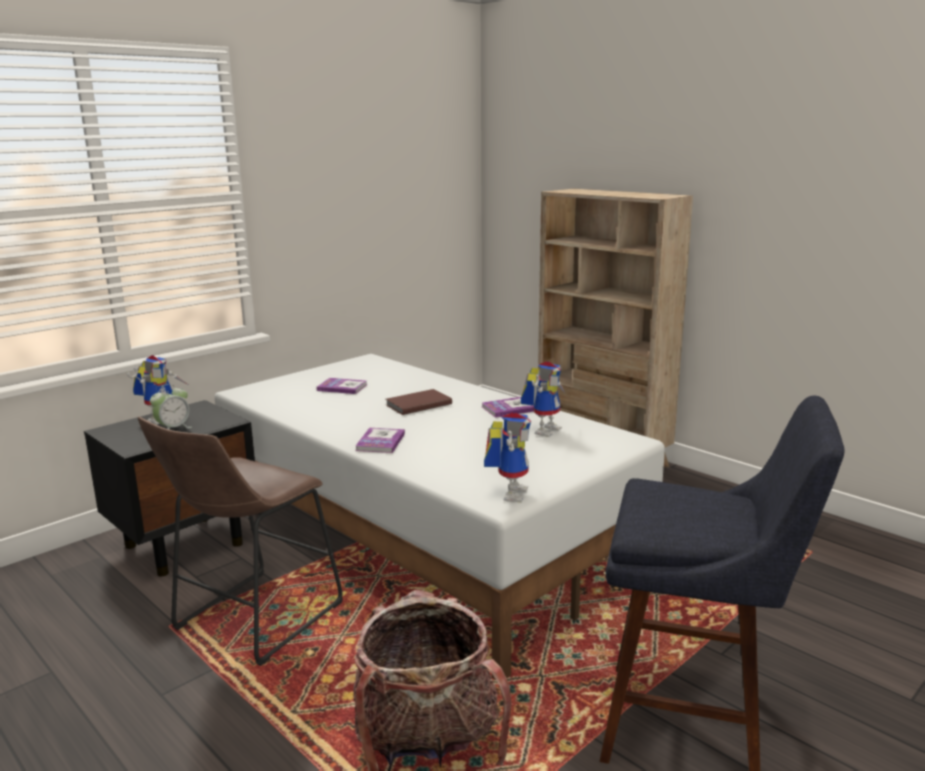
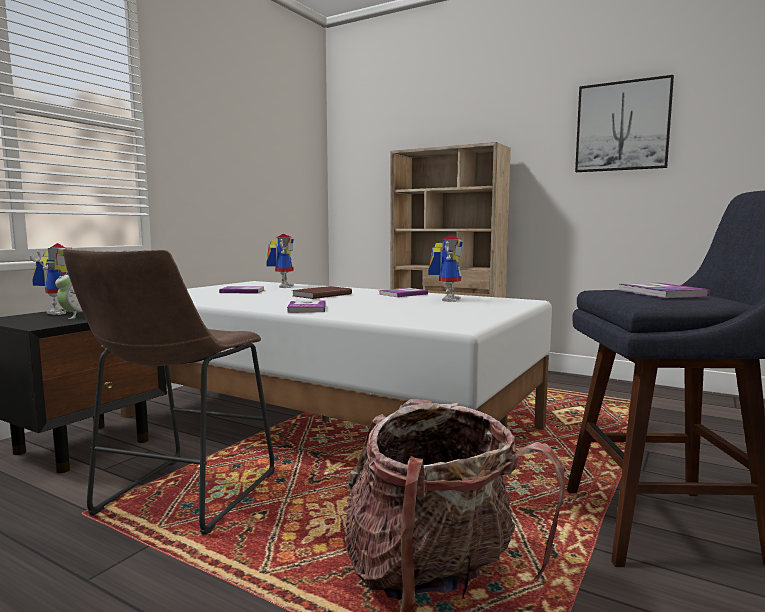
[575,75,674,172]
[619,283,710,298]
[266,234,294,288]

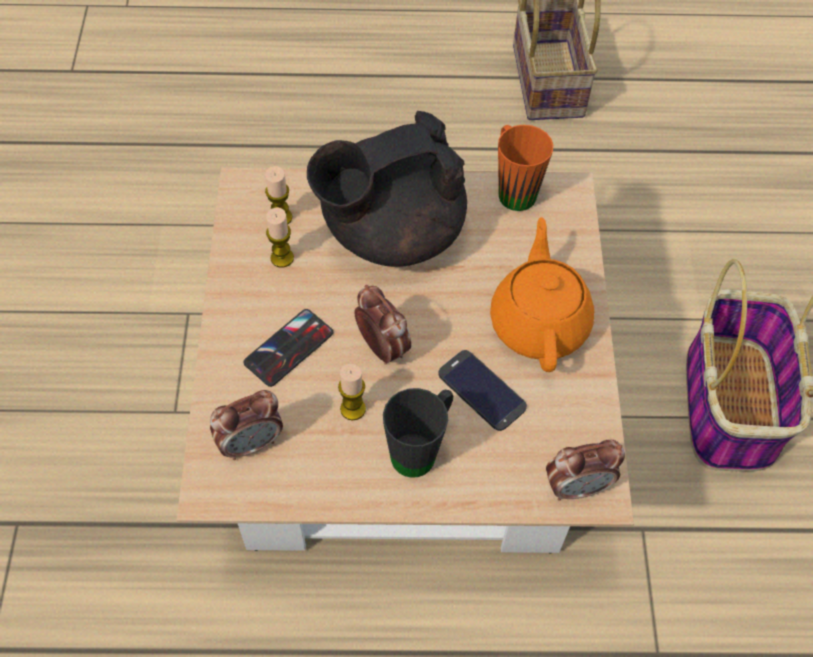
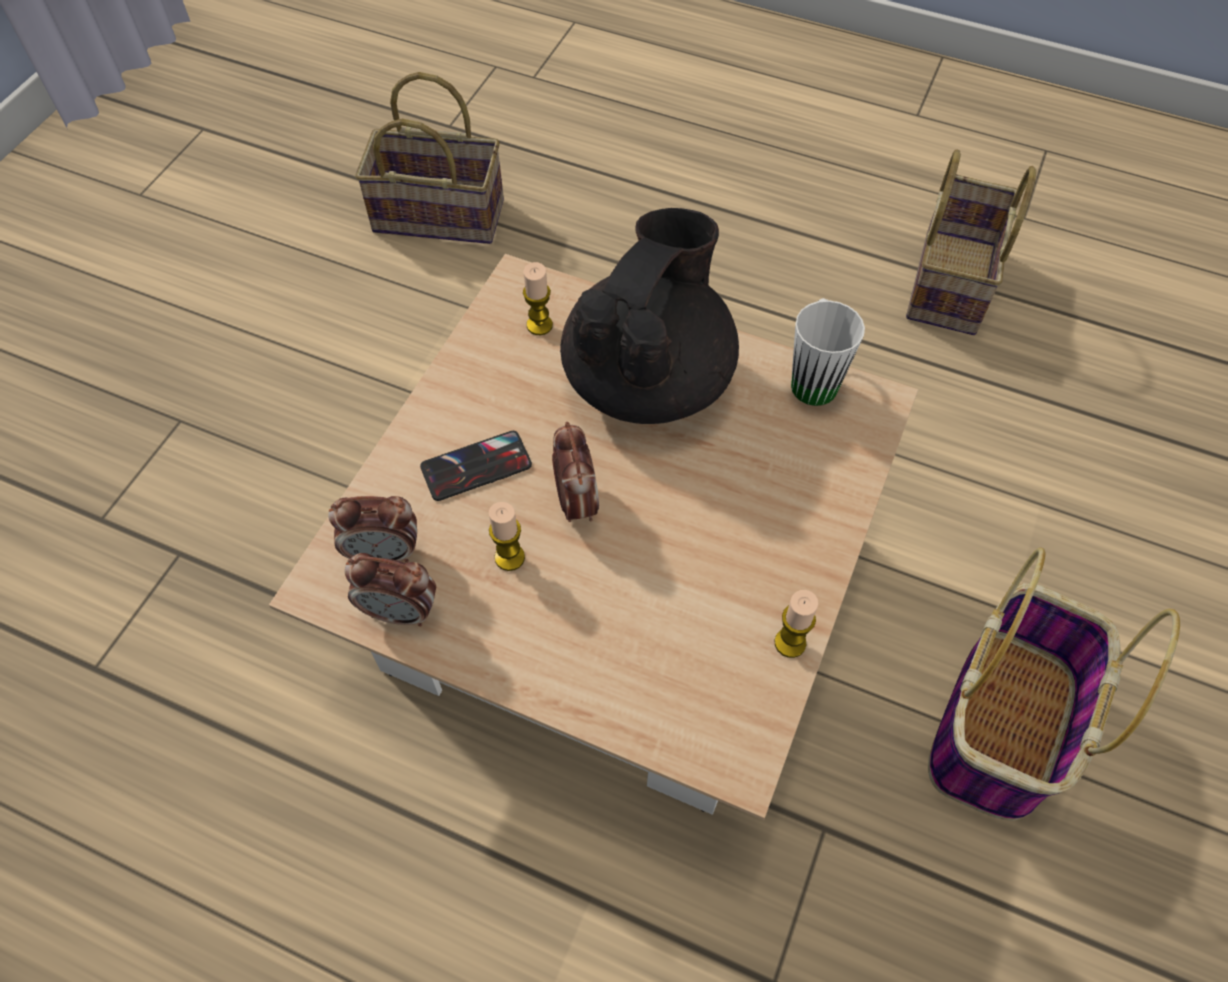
[383,388,453,478] (first image)
[438,350,527,431] (first image)
[490,217,594,372] (first image)
[355,72,504,244]
[774,590,819,658]
[345,553,436,627]
[791,298,865,406]
[560,208,739,424]

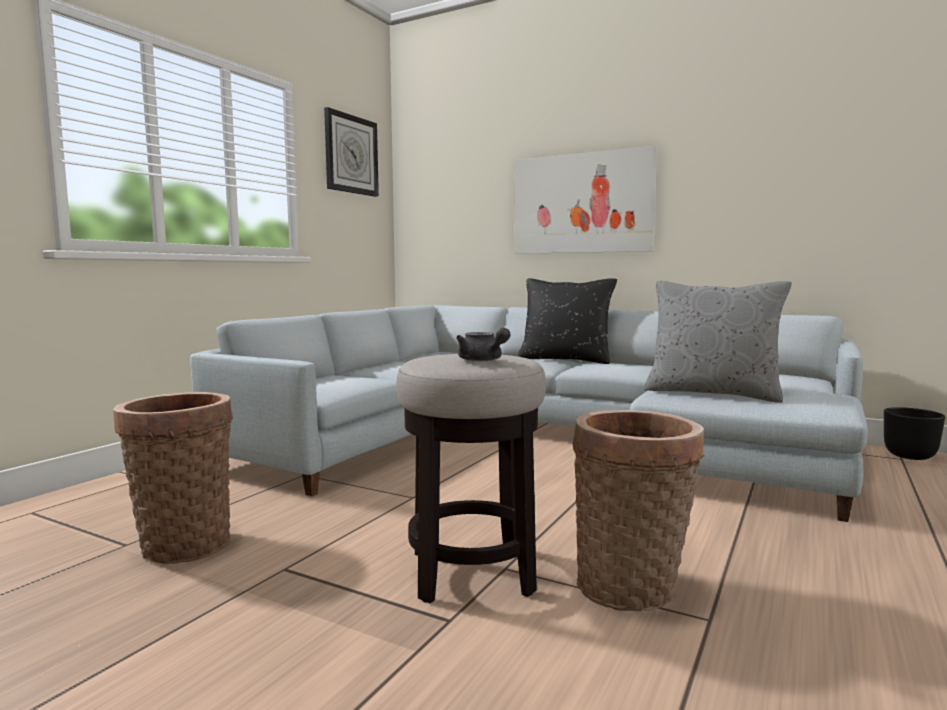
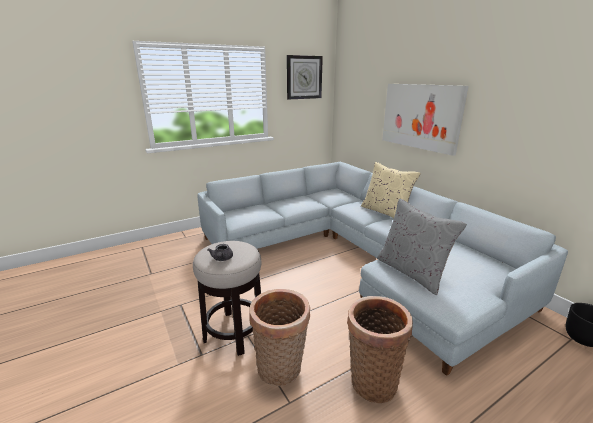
[347,296,413,403]
[361,162,421,218]

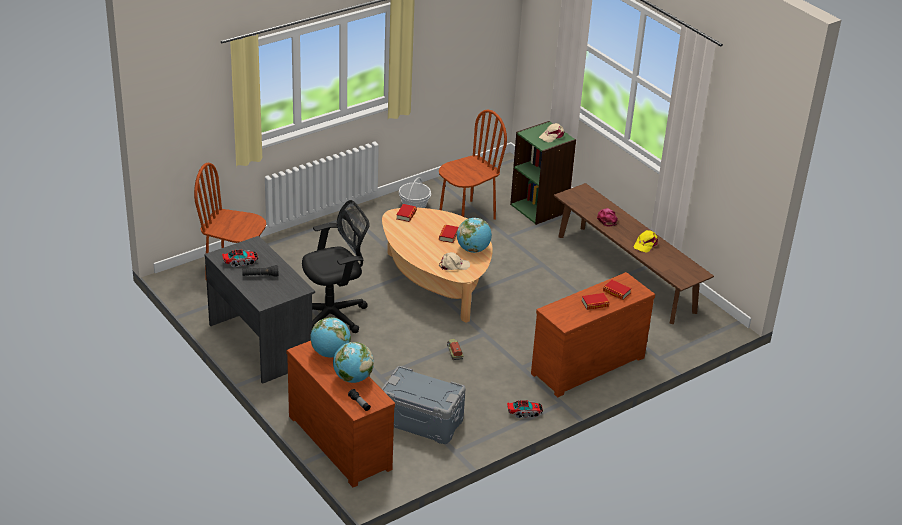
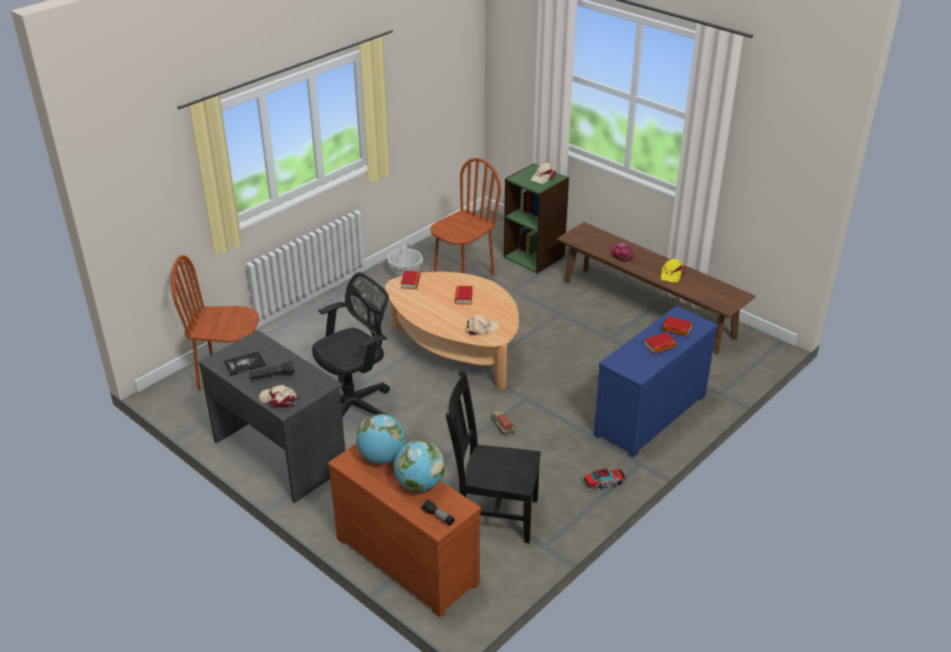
[457,218,492,253] (first image)
[259,385,299,408]
[223,351,266,376]
[445,370,541,543]
[594,306,718,458]

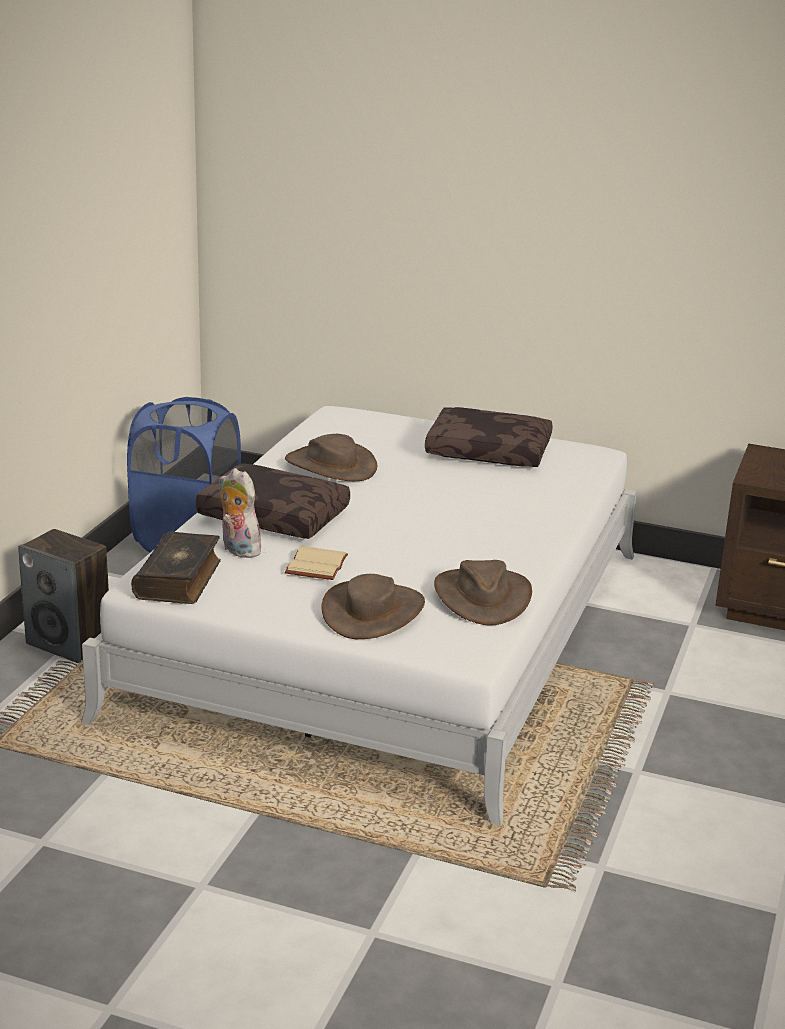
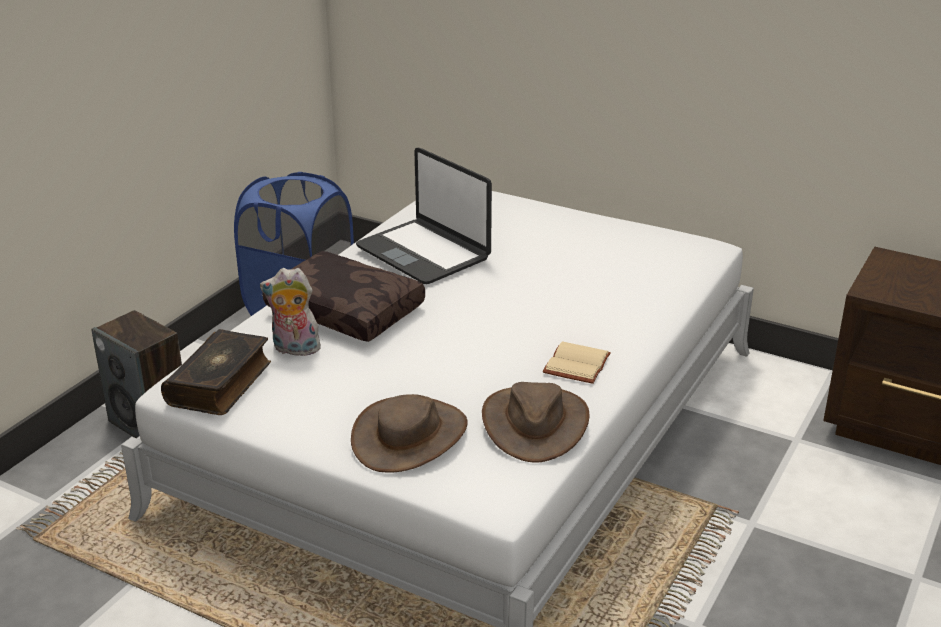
[425,407,553,467] (first image)
[543,341,611,384]
[356,148,492,284]
[260,268,321,356]

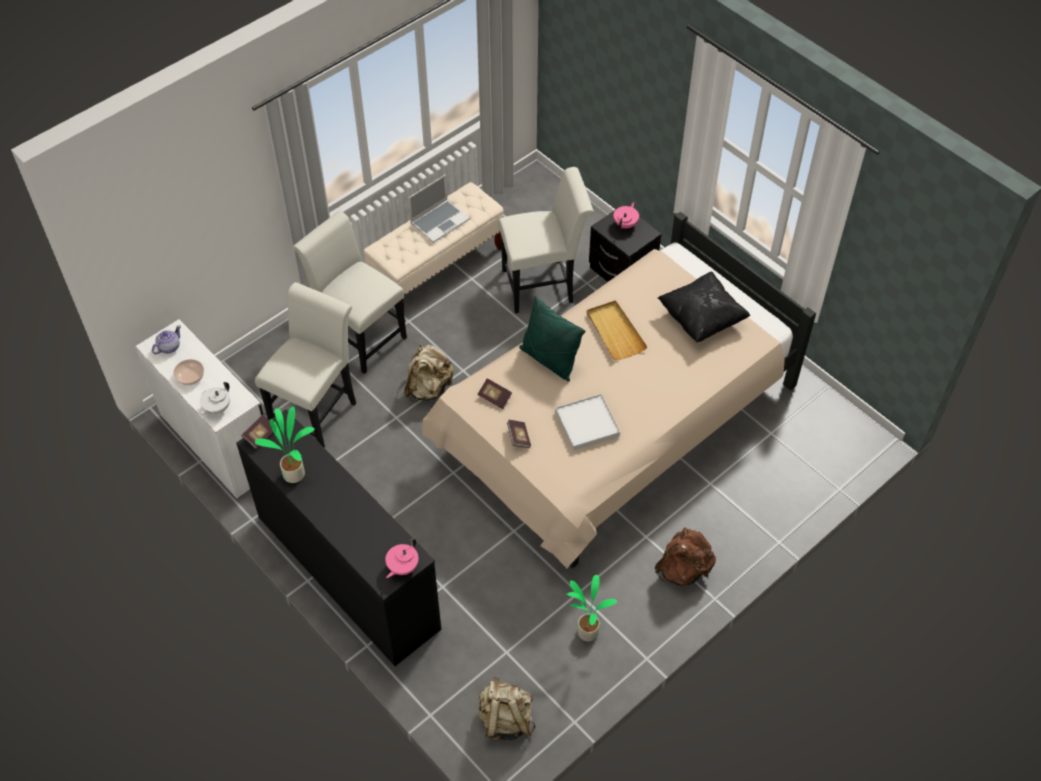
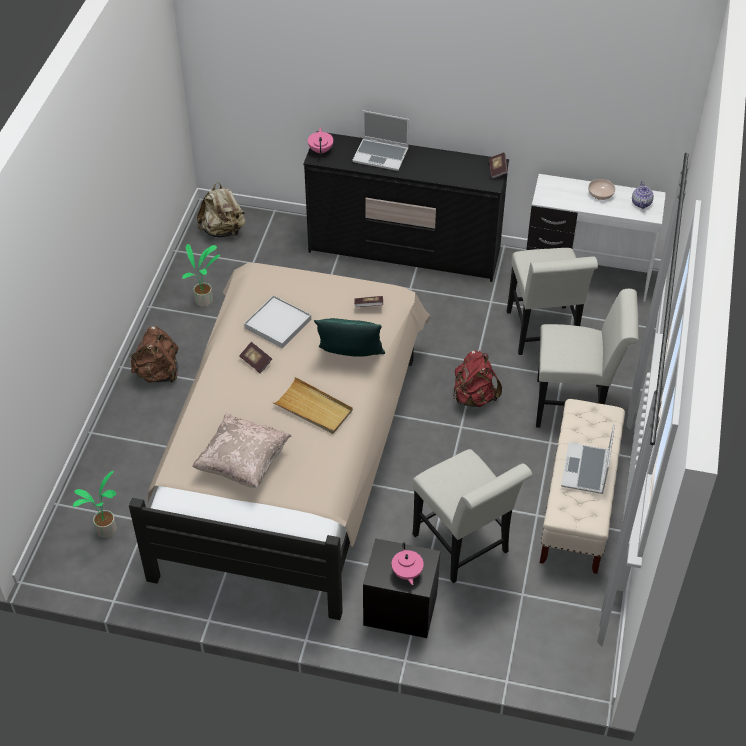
[198,382,230,415] (first image)
[352,110,409,171]
[73,471,117,538]
[239,342,272,374]
[453,350,502,407]
[192,413,291,488]
[413,449,533,583]

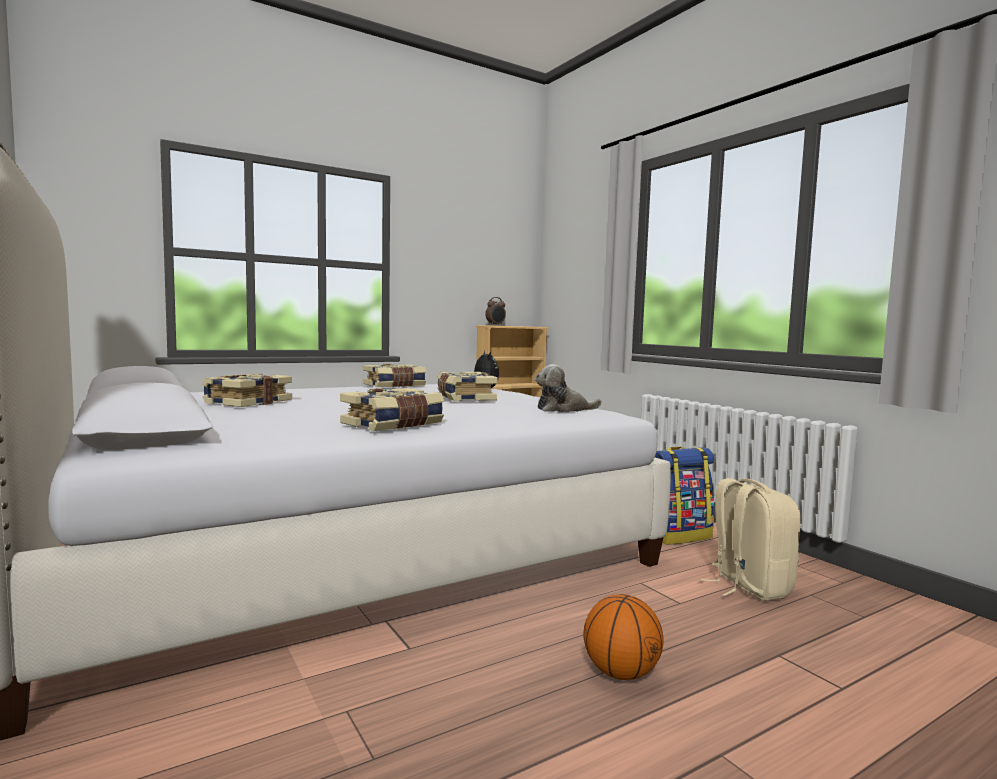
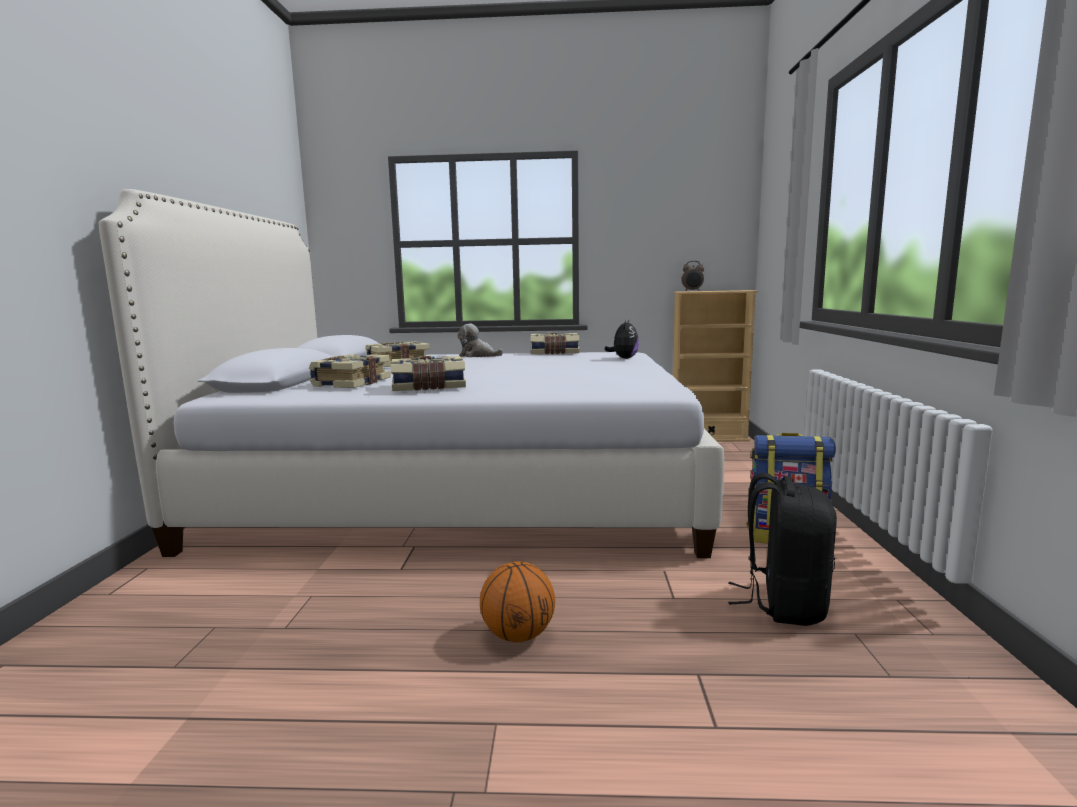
[309,354,391,388]
[457,324,503,357]
[728,473,837,626]

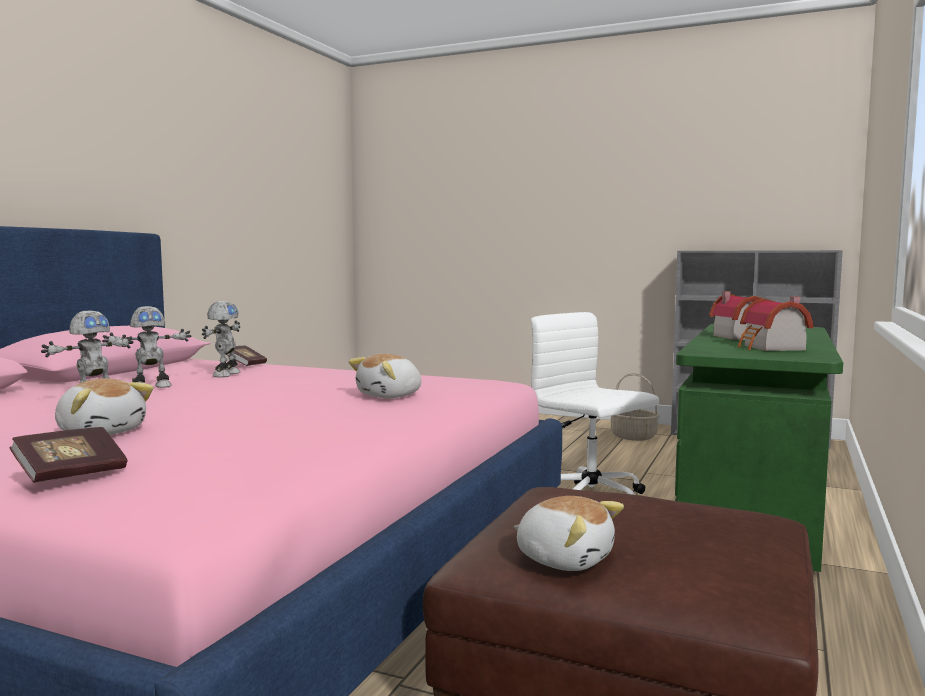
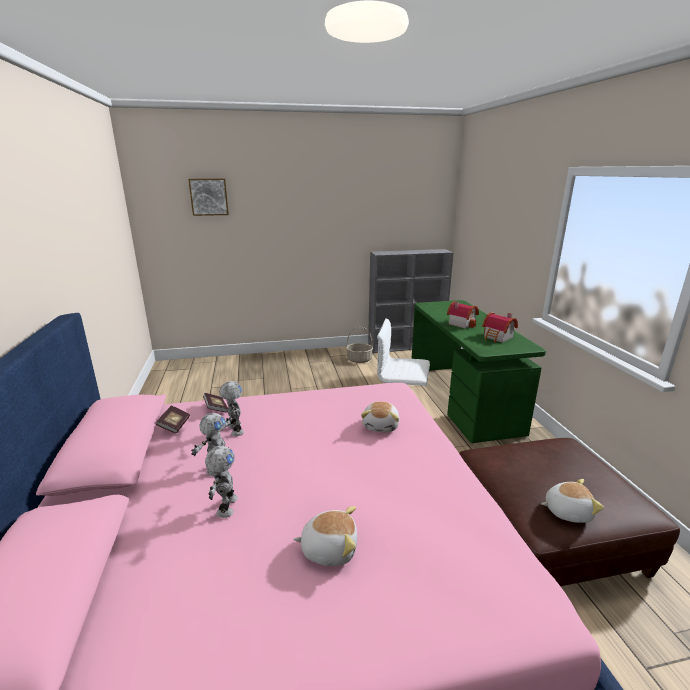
[188,179,229,216]
[156,405,190,433]

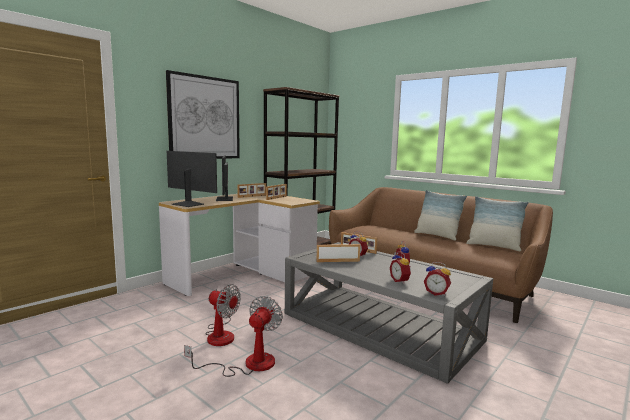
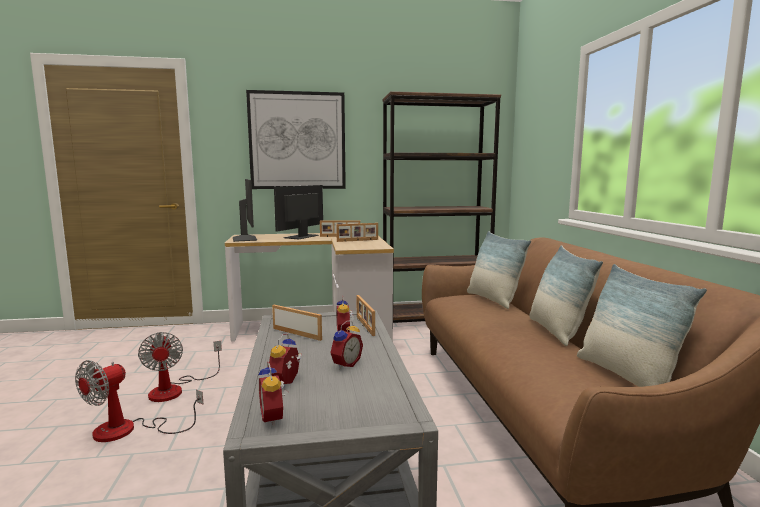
[467,231,531,309]
[75,360,204,442]

